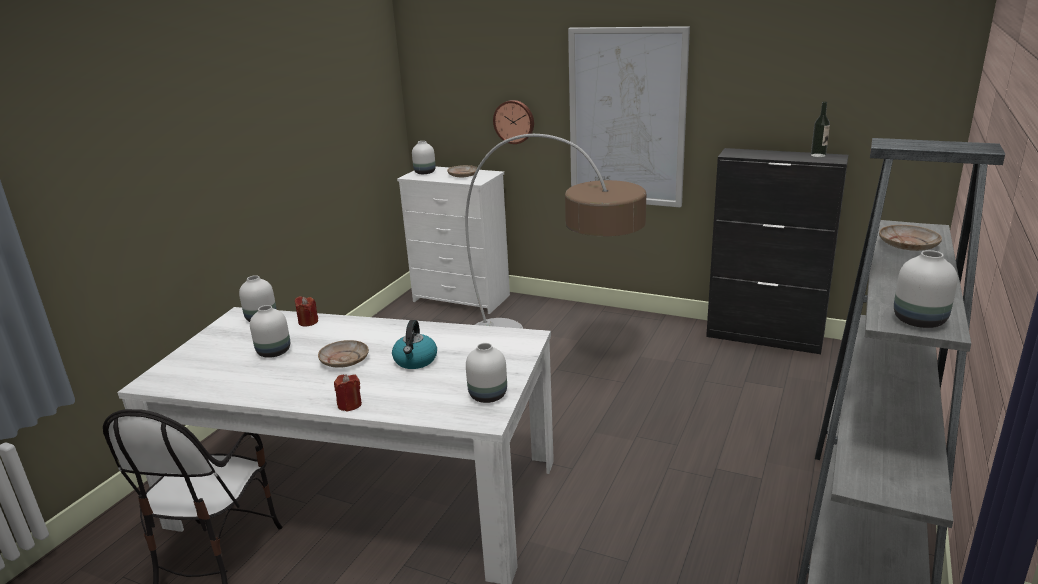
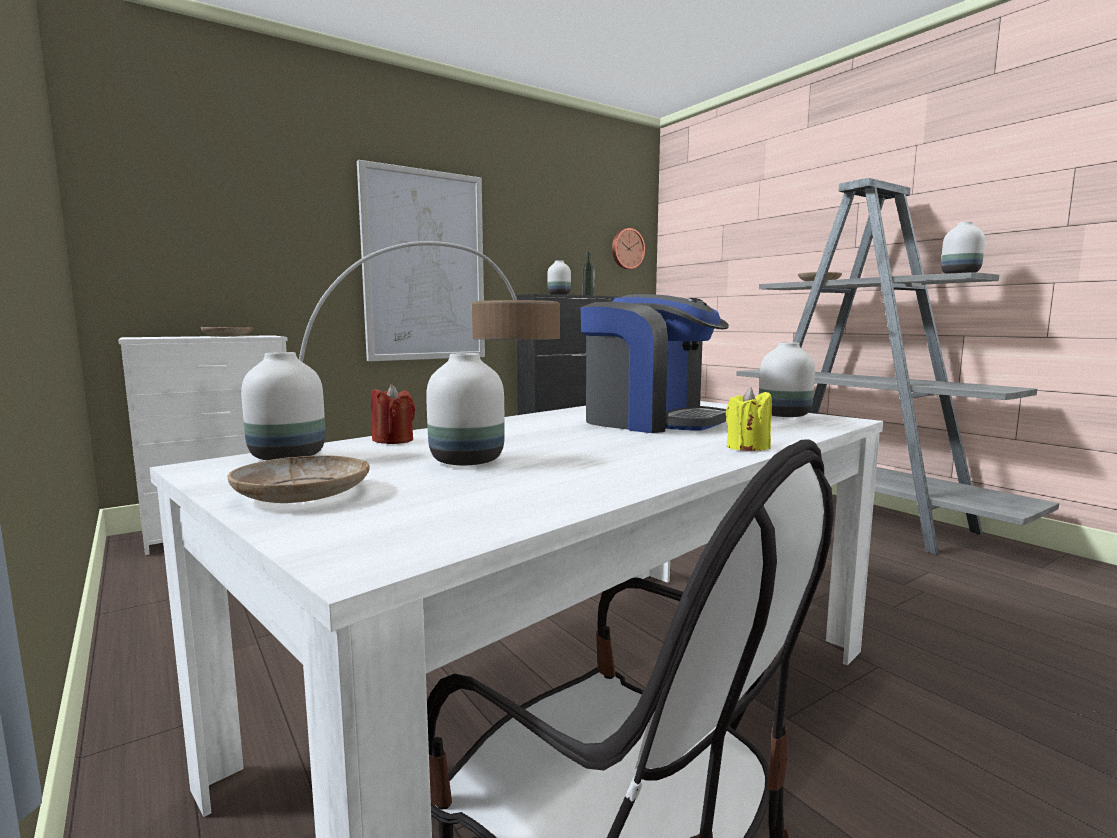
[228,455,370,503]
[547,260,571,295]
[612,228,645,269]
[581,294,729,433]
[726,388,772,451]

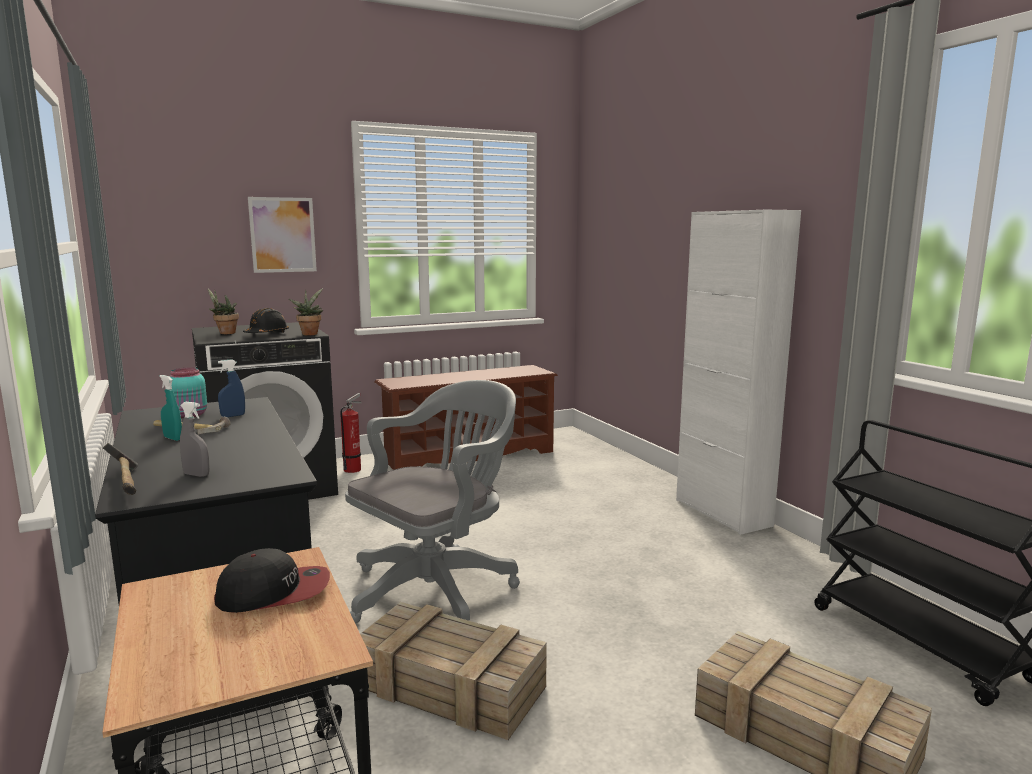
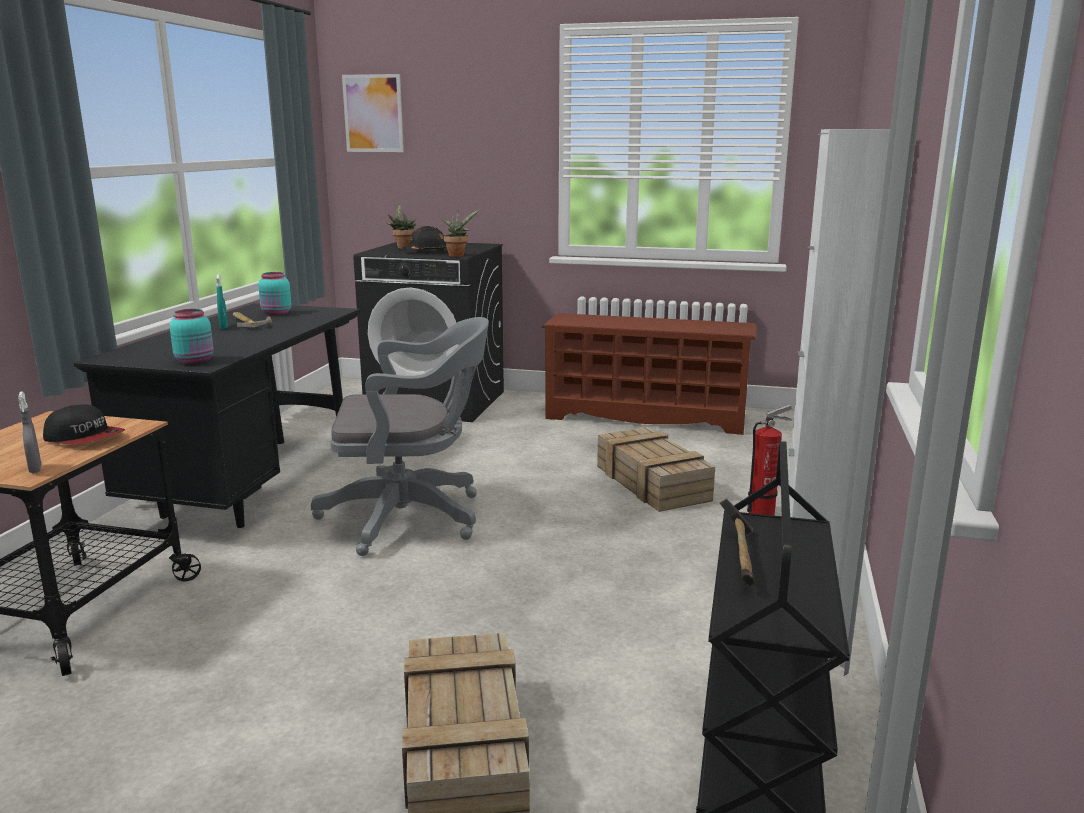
[218,360,245,417] (first image)
[170,309,213,364]
[720,498,755,586]
[18,391,41,473]
[342,74,404,152]
[747,405,792,516]
[597,427,715,512]

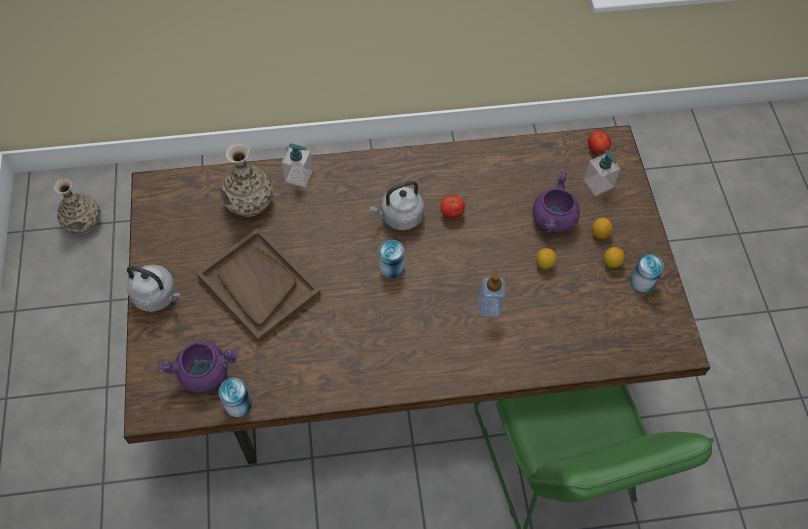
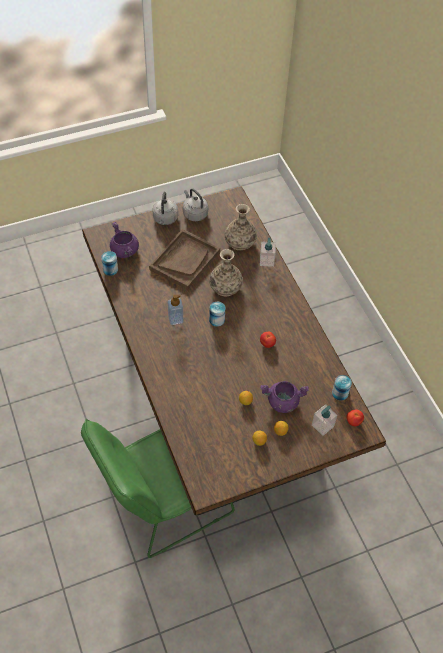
[209,249,243,297]
[183,189,208,221]
[168,295,183,325]
[332,375,352,401]

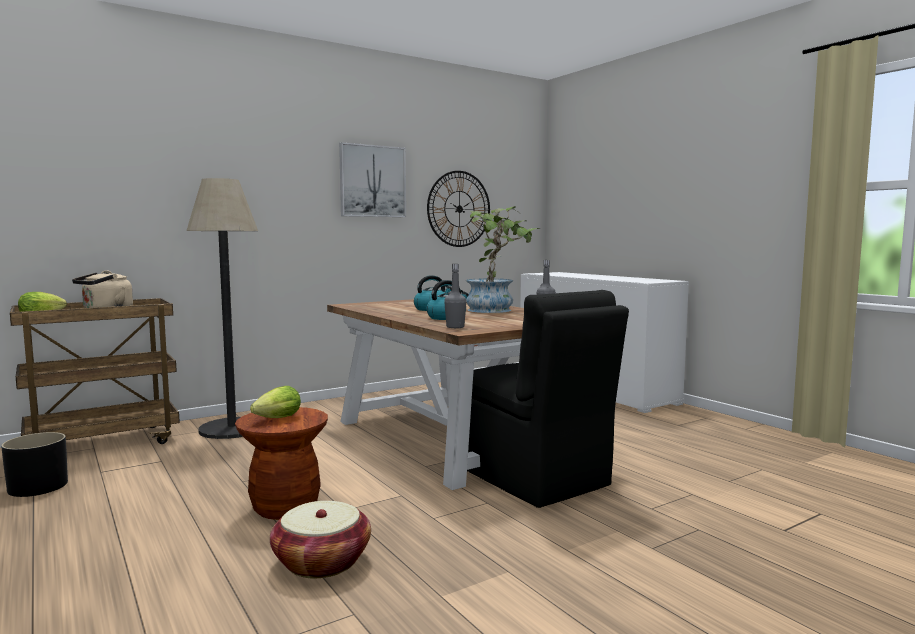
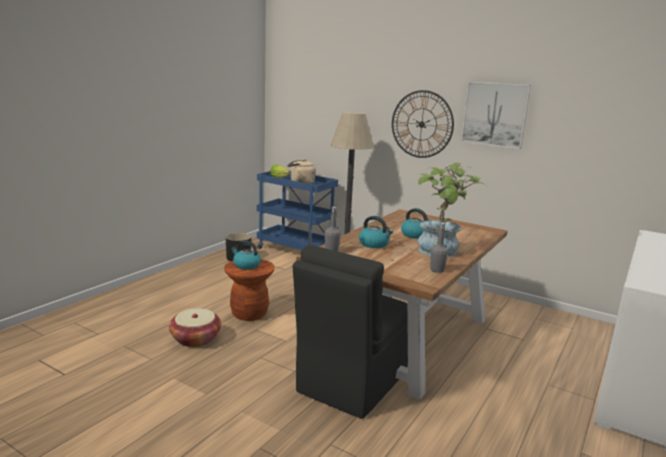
[392,90,454,158]
[231,241,261,270]
[257,171,338,250]

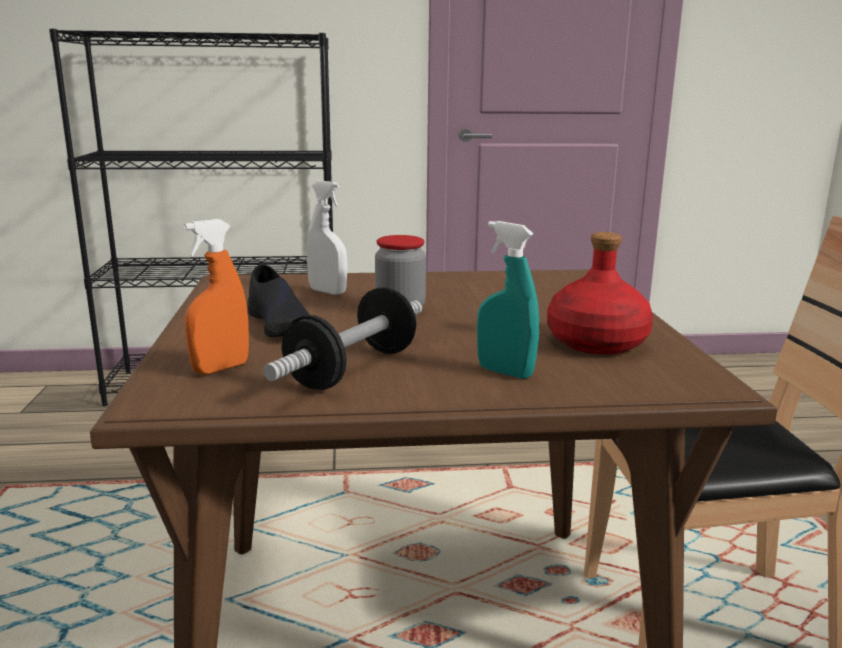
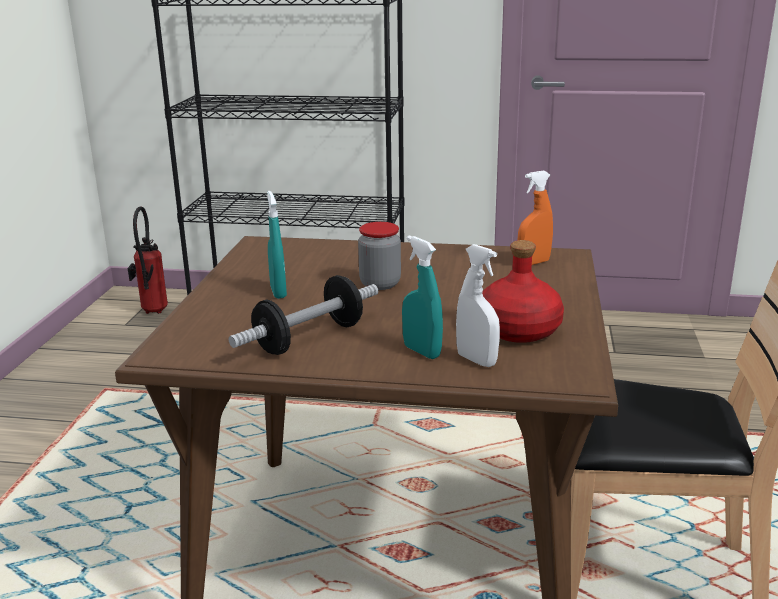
[127,206,168,314]
[518,171,553,265]
[456,244,500,367]
[267,191,287,299]

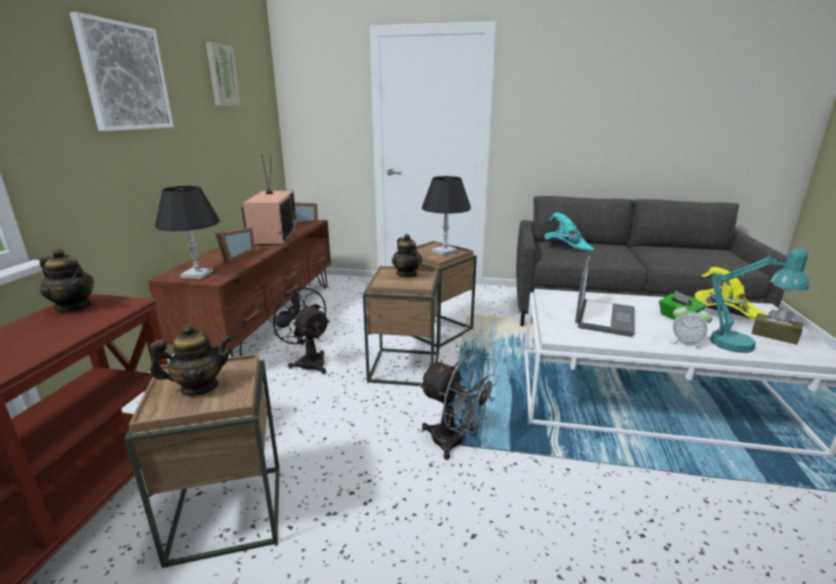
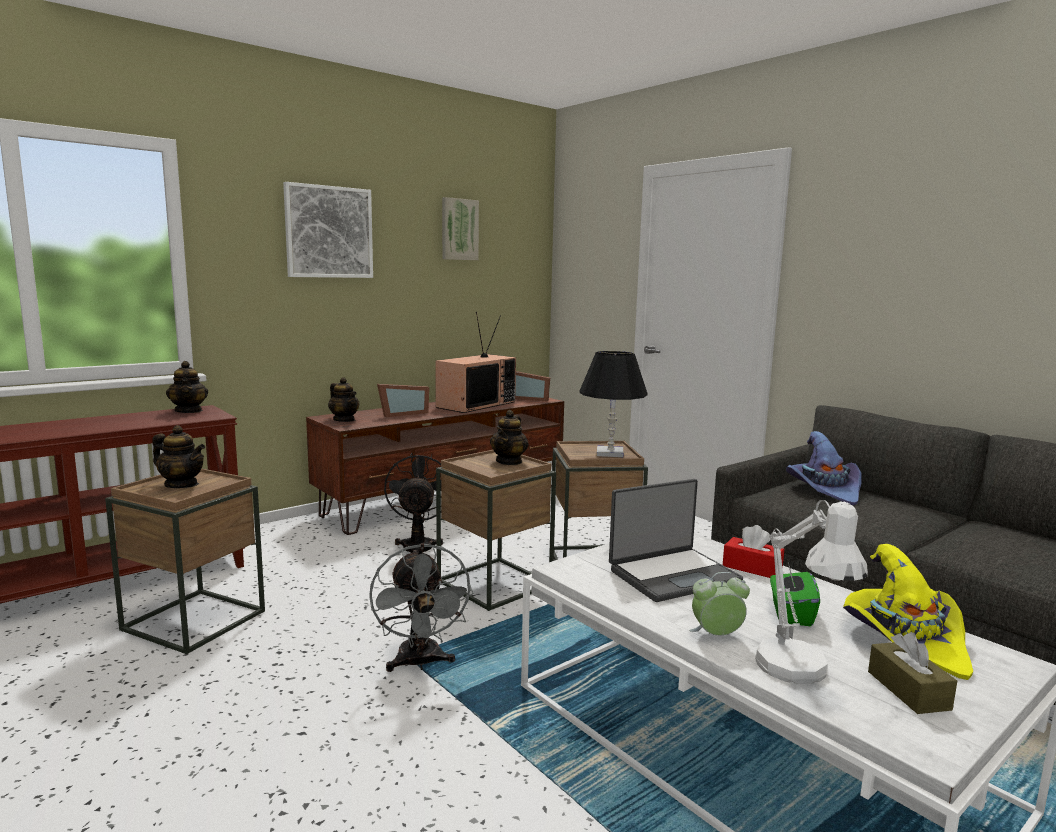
[723,525,784,578]
[328,377,359,422]
[786,431,862,505]
[755,500,868,684]
[689,572,750,636]

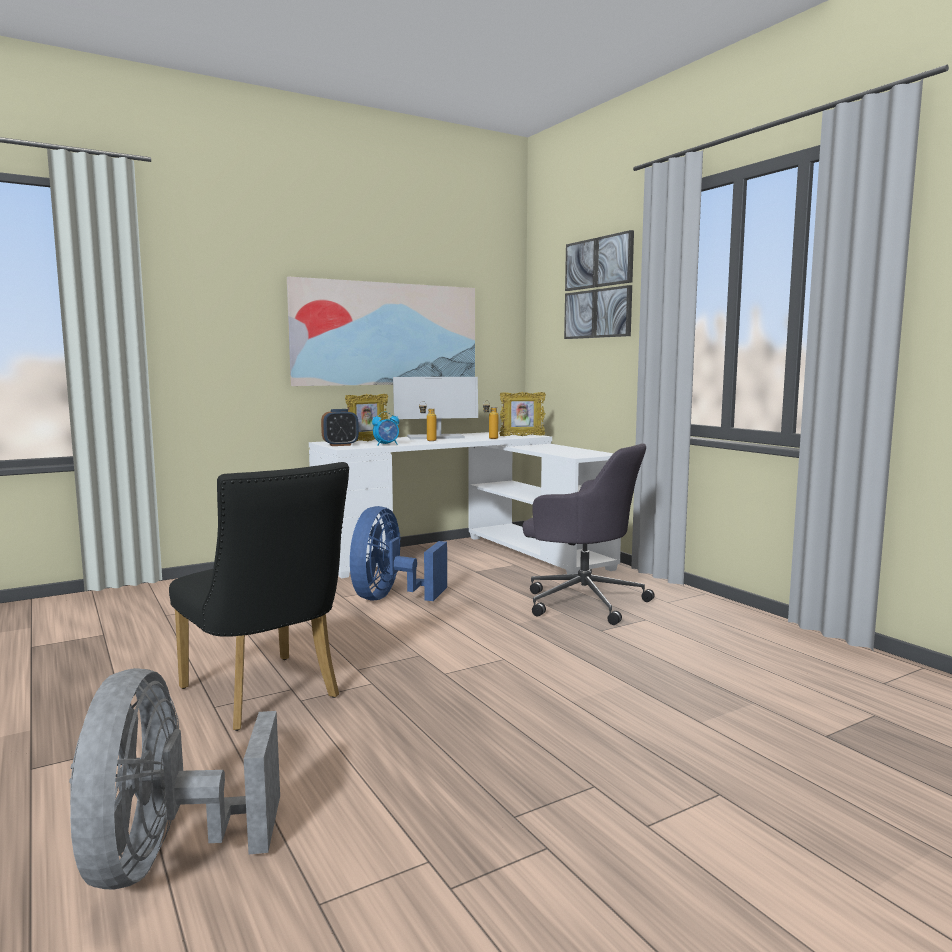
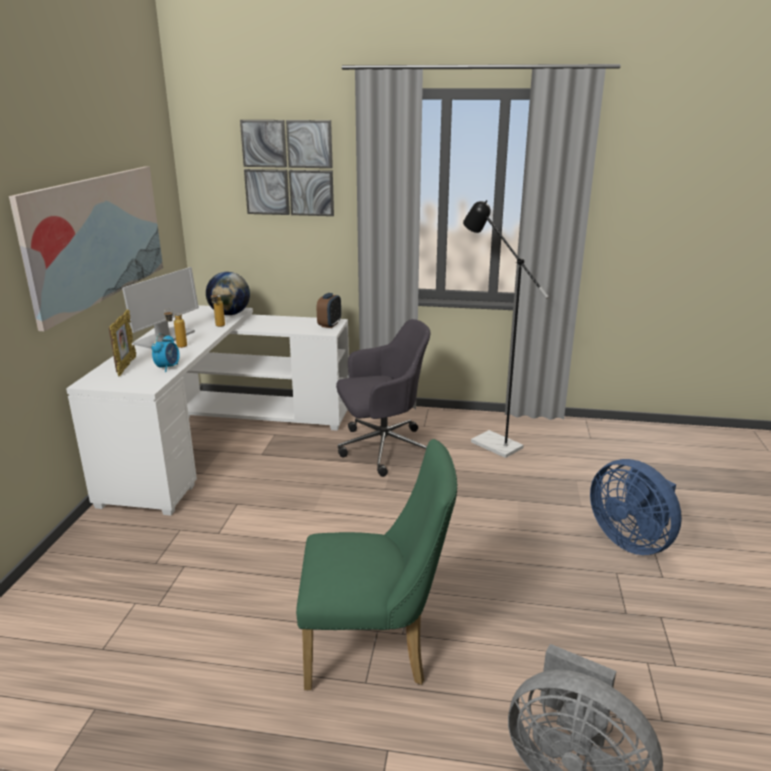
[463,200,549,458]
[317,293,341,328]
[590,459,682,555]
[206,272,250,315]
[296,439,458,690]

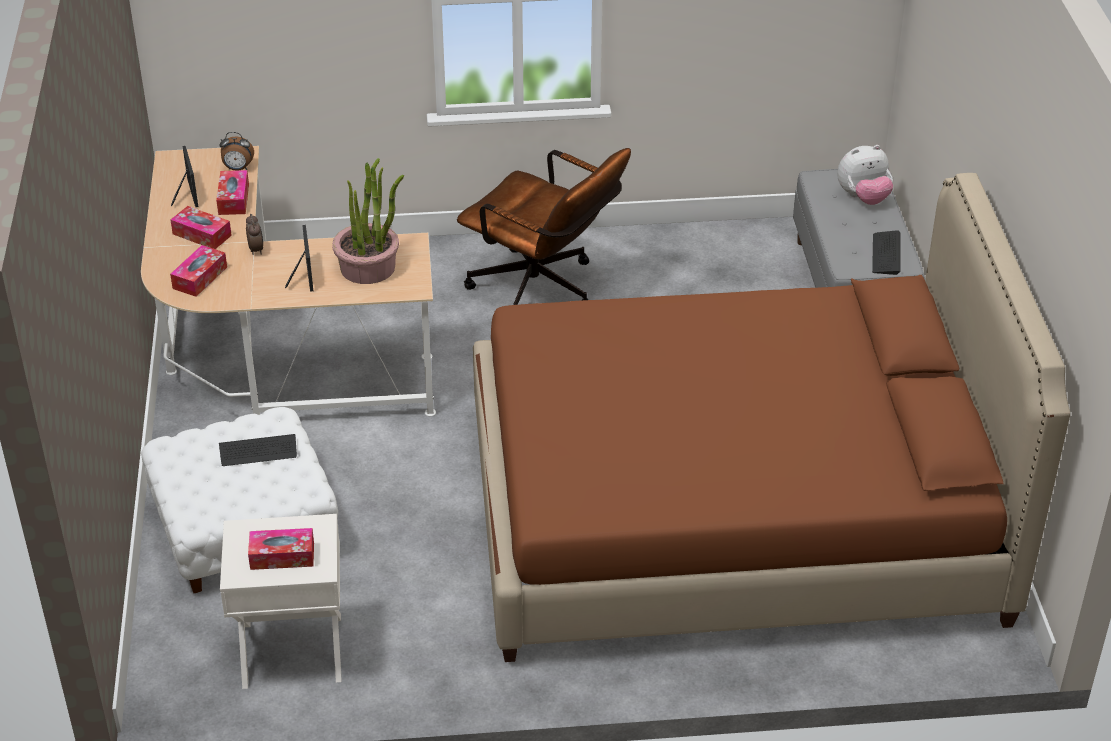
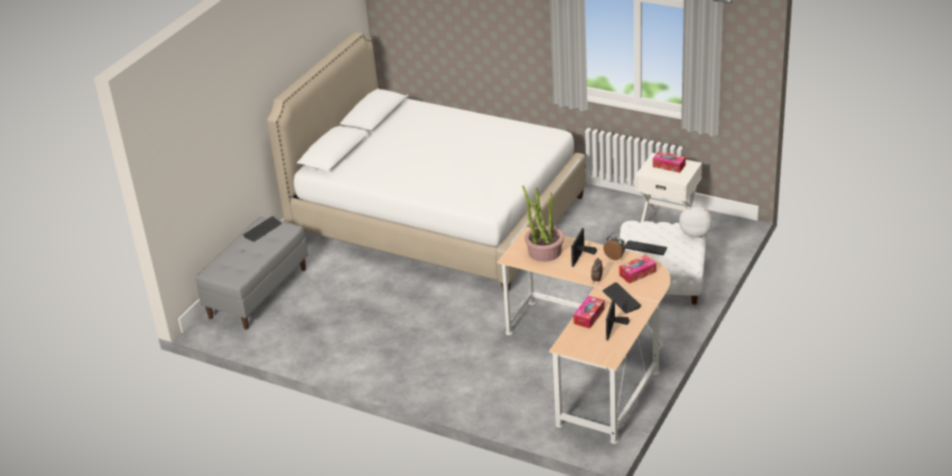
[457,148,631,305] (first image)
[603,233,625,260]
[679,207,712,238]
[603,282,641,314]
[267,32,586,292]

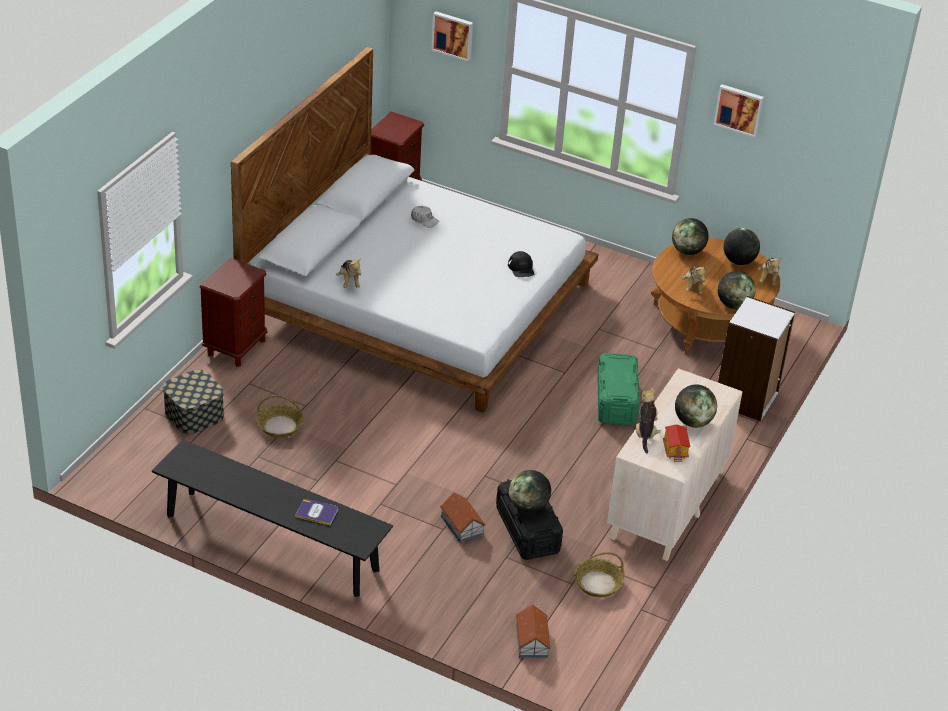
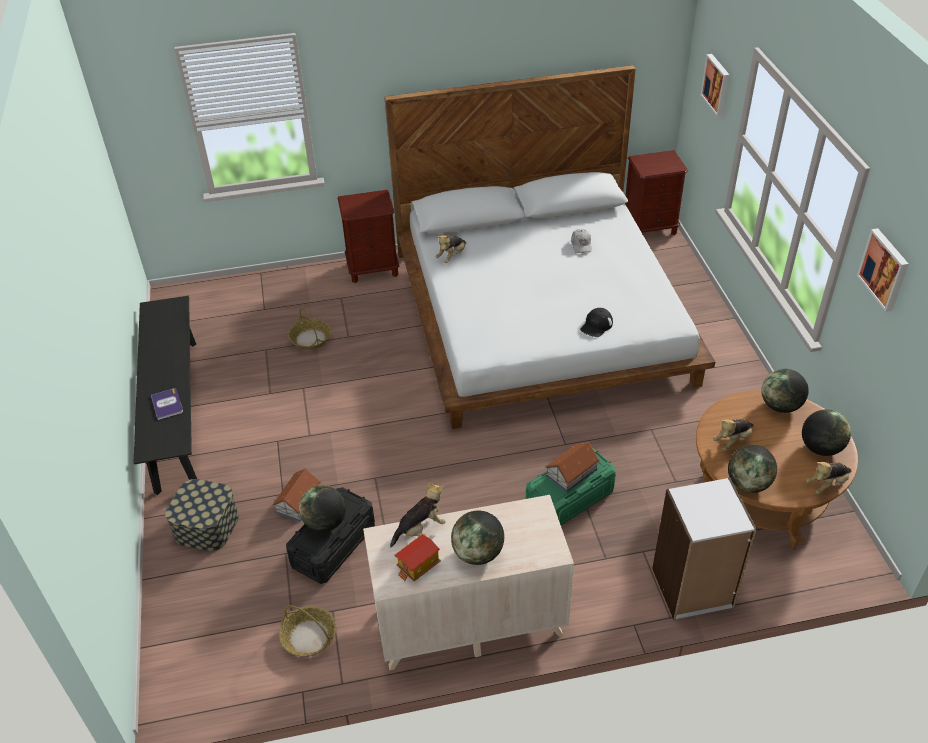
[165,479,239,551]
[545,442,599,493]

